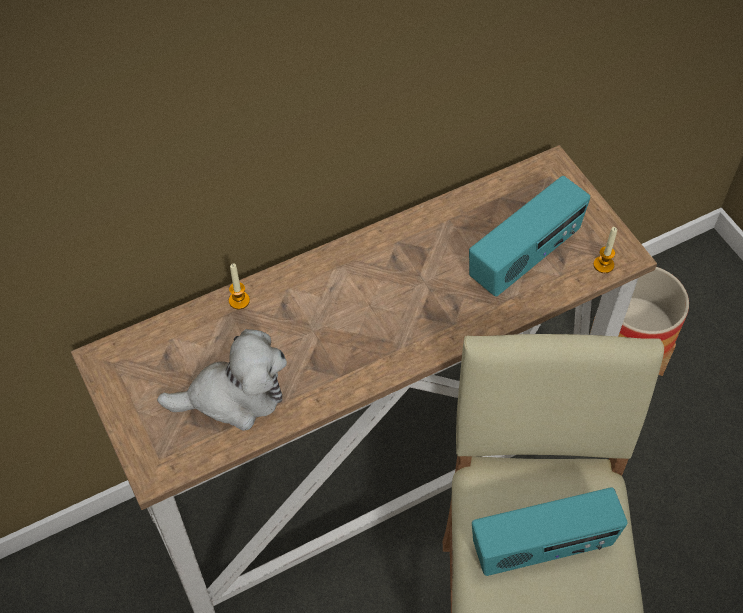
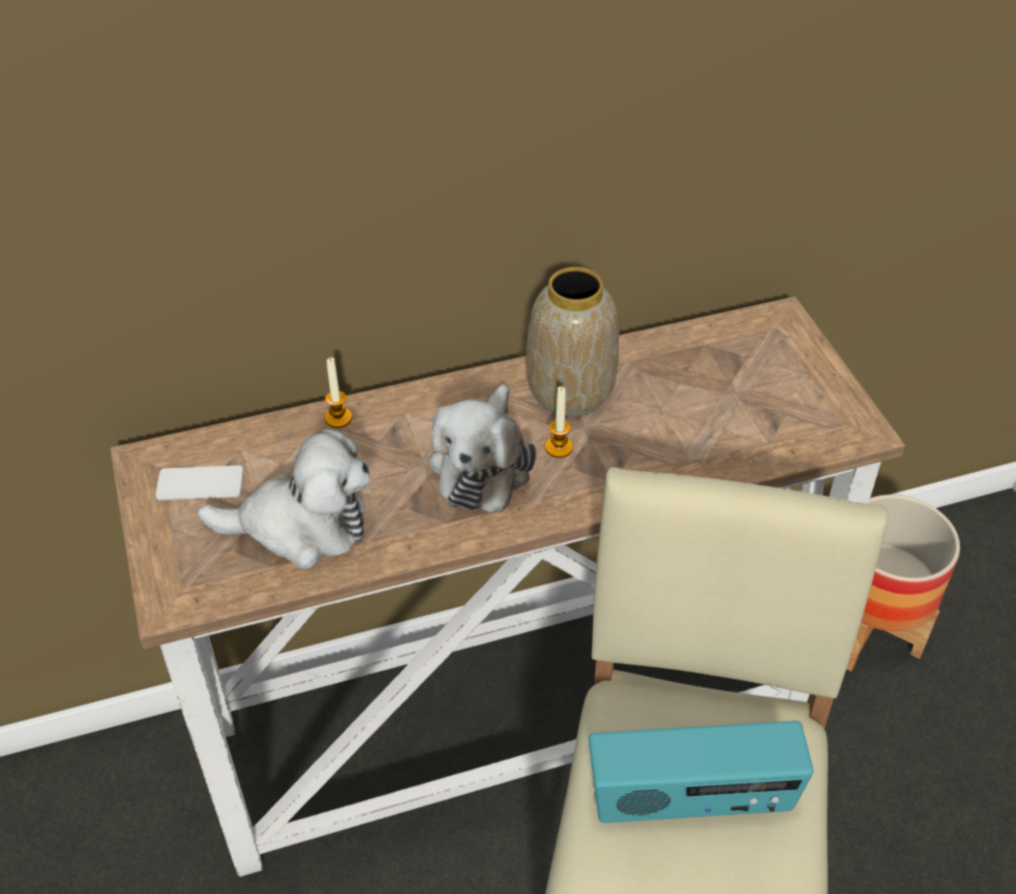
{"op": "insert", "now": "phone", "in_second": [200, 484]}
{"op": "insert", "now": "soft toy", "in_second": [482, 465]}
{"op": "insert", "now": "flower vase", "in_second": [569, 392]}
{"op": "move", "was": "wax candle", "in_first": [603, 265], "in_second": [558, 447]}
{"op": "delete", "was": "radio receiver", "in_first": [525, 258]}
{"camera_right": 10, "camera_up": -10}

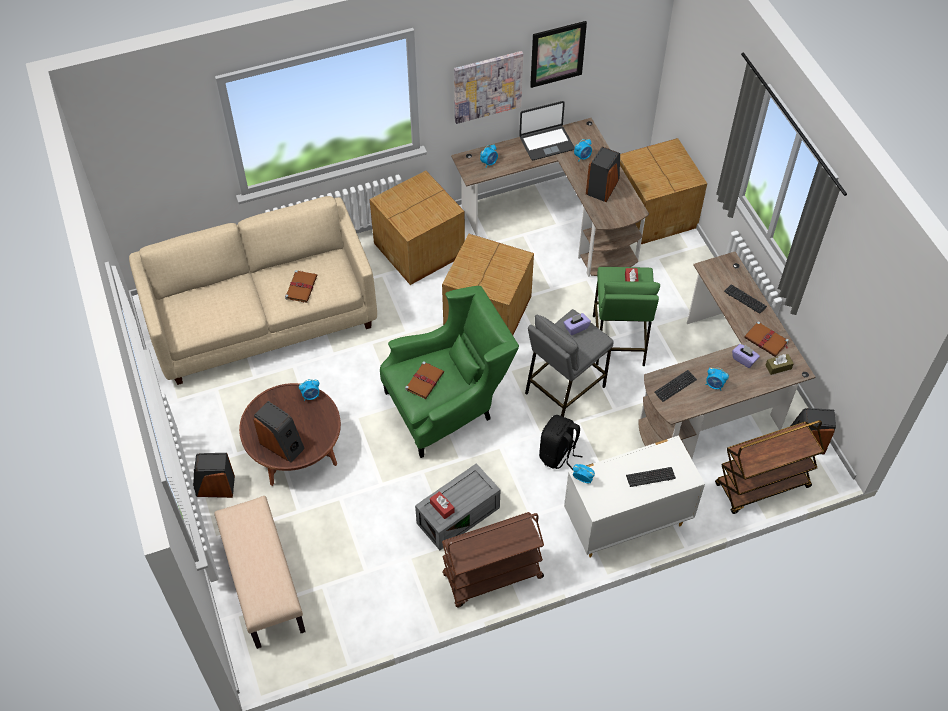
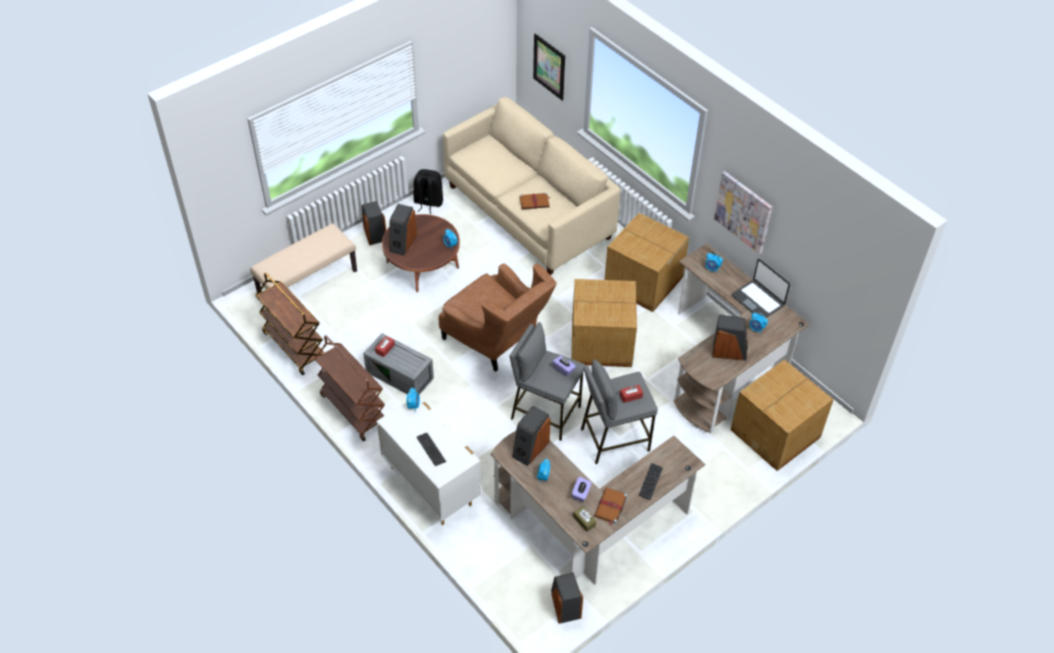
{"op": "move", "was": "brownish trolley", "in_first": [762, 486], "in_second": [294, 346]}
{"op": "move", "was": "black-coloured knapsack", "in_first": [558, 454], "in_second": [428, 203]}
{"op": "recolor", "was": "green armchair", "now": "brownish armchair", "in_first": [448, 405], "in_second": [497, 342]}
{"op": "replace", "was": "PC keyboard", "now": "audio speaker", "in_first": [675, 386], "in_second": [530, 448]}
{"op": "move", "was": "wall picture", "in_first": [557, 54], "in_second": [549, 66]}
{"op": "recolor", "was": "green stool seat", "now": "grey stool seat", "in_first": [618, 340], "in_second": [614, 439]}
{"op": "delete", "was": "brownish volume", "in_first": [425, 380]}
{"camera_right": 70, "camera_up": -5}

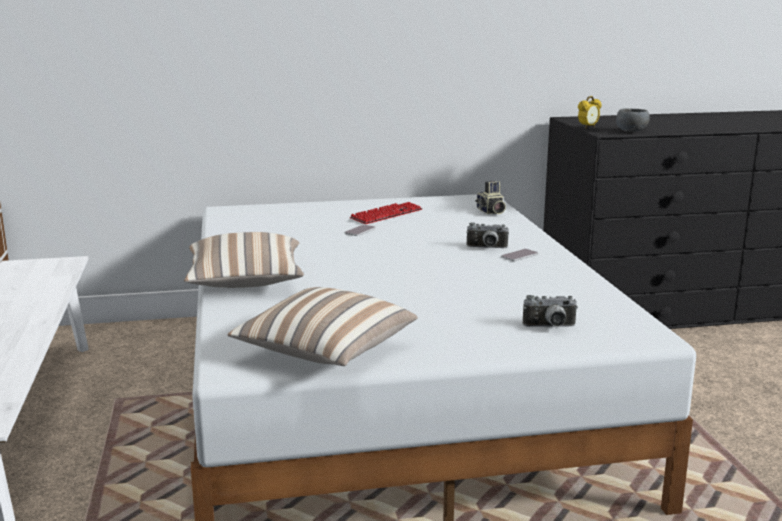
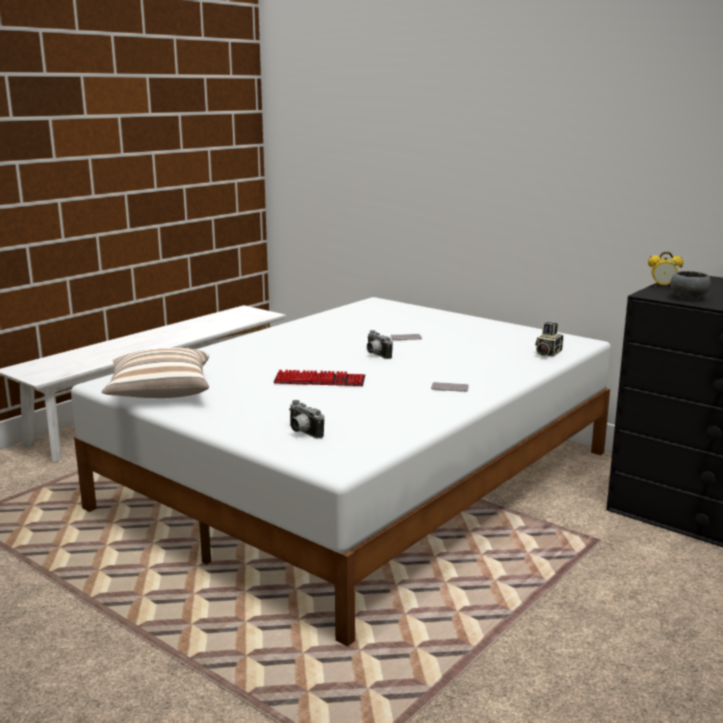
{"op": "move", "was": "PC keyboard", "in_first": [386, 215], "in_second": [319, 381]}
{"op": "move", "was": "photo camera", "in_first": [487, 248], "in_second": [375, 355]}
{"op": "delete", "was": "cushion", "in_first": [245, 283]}
{"camera_right": 50, "camera_up": 0}

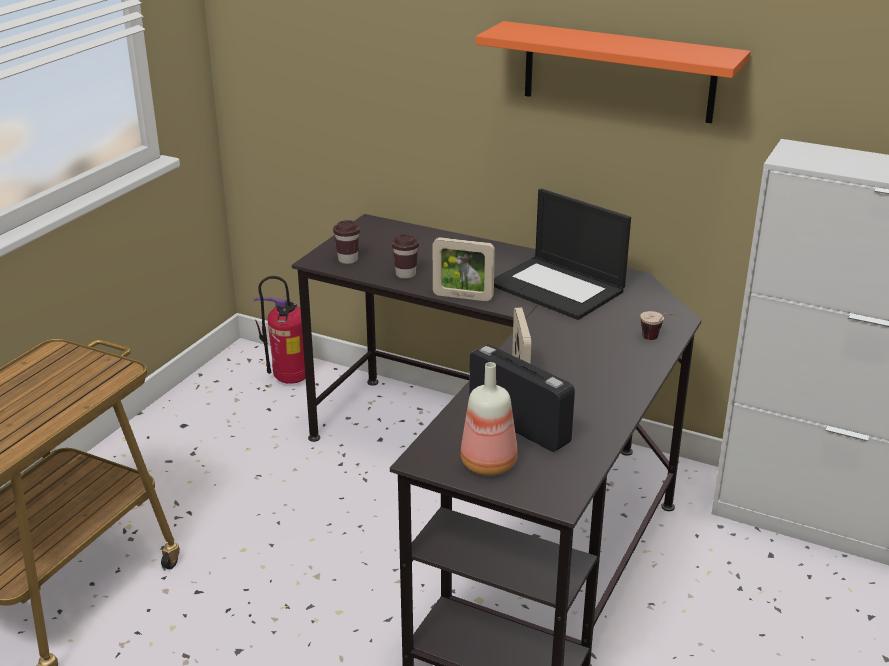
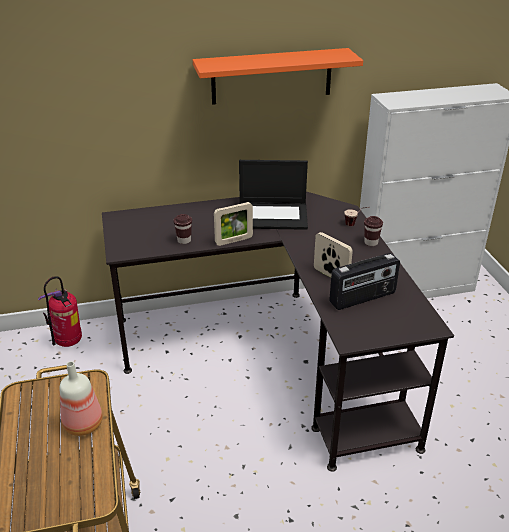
{"op": "move", "was": "bottle", "in_first": [489, 463], "in_second": [83, 423]}
{"op": "rotate", "was": "radio receiver", "in_first": [519, 425], "in_second": [363, 298], "clockwise": 150}
{"op": "move", "was": "brownish small cup", "in_first": [348, 260], "in_second": [371, 243]}
{"camera_right": -40, "camera_up": 5}

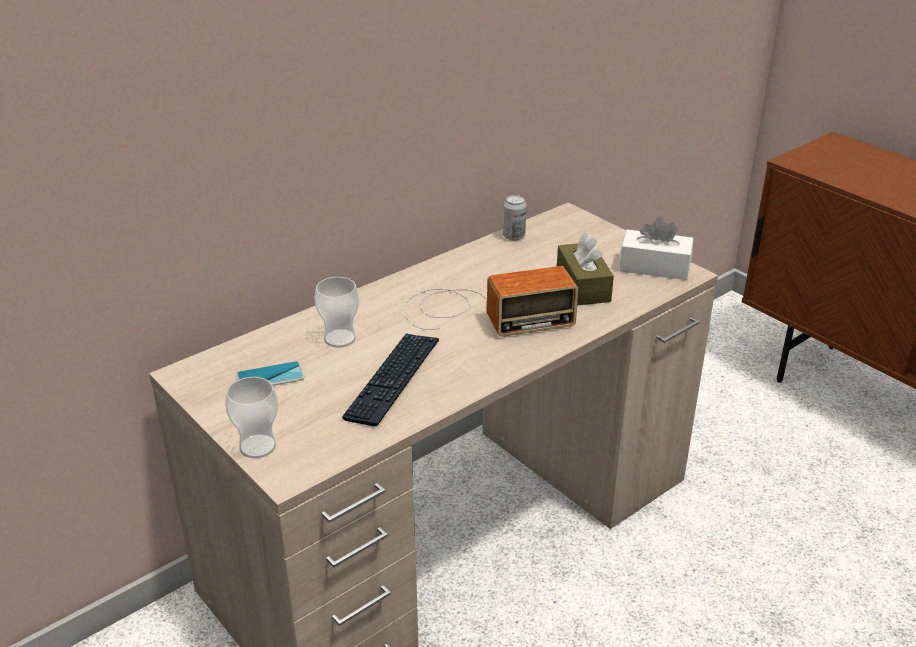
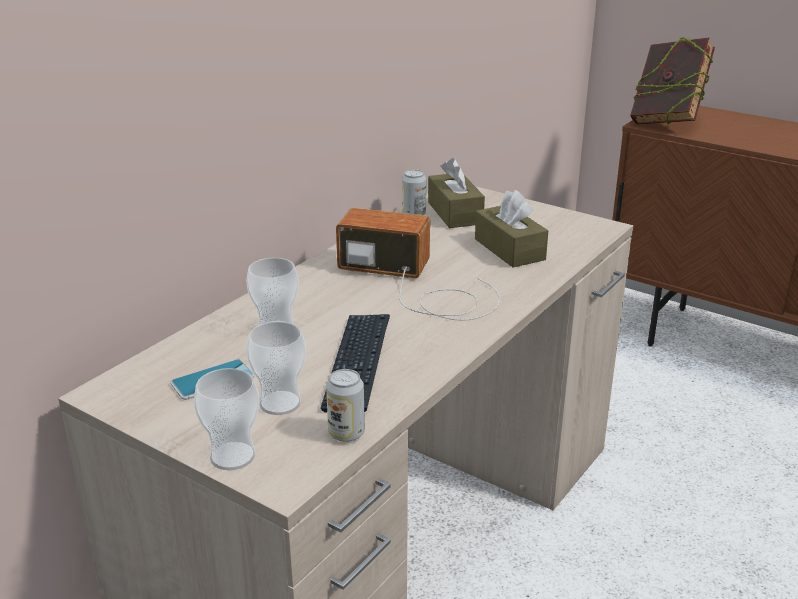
{"op": "insert", "now": "small cup", "in_second": [280, 403]}
{"op": "insert", "now": "sealed can", "in_second": [346, 433]}
{"op": "rotate", "was": "radio receiver", "in_first": [481, 312], "in_second": [419, 286], "clockwise": -135}
{"op": "insert", "now": "brownish tissue box", "in_second": [455, 213]}
{"op": "insert", "now": "volume", "in_second": [666, 122]}
{"op": "delete", "was": "white-coloured tissue box", "in_first": [654, 267]}
{"camera_right": -15, "camera_up": -5}

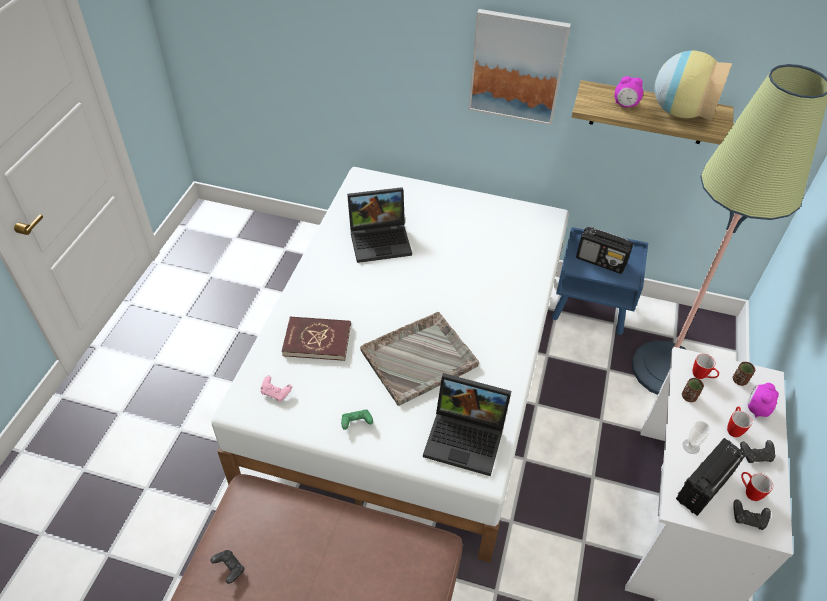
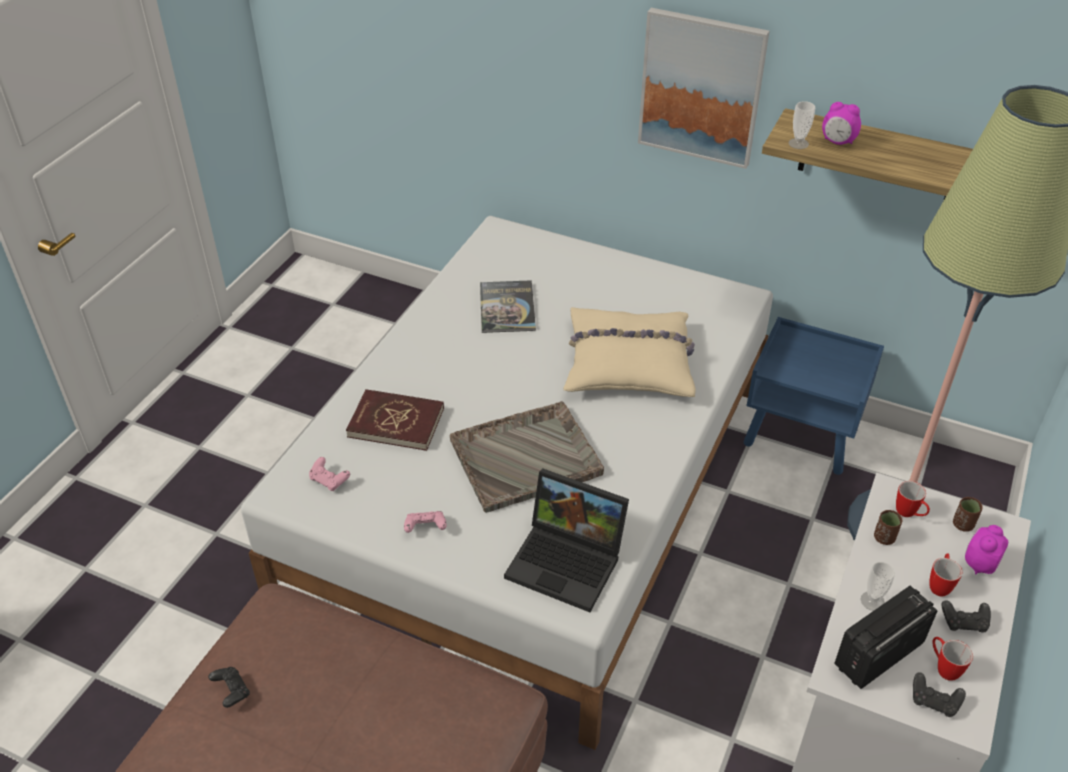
{"op": "recolor", "was": "green joypad", "now": "pinkish joypad", "in_first": [356, 423], "in_second": [425, 528]}
{"op": "replace", "was": "notebook computer", "now": "volume", "in_first": [381, 239], "in_second": [507, 307]}
{"op": "insert", "now": "sand-coloured cushion", "in_second": [629, 363]}
{"op": "insert", "now": "small cup", "in_second": [798, 143]}
{"op": "delete", "was": "radio receiver", "in_first": [601, 261]}
{"op": "delete", "was": "flower vase", "in_first": [680, 112]}
{"camera_right": 10, "camera_up": -5}

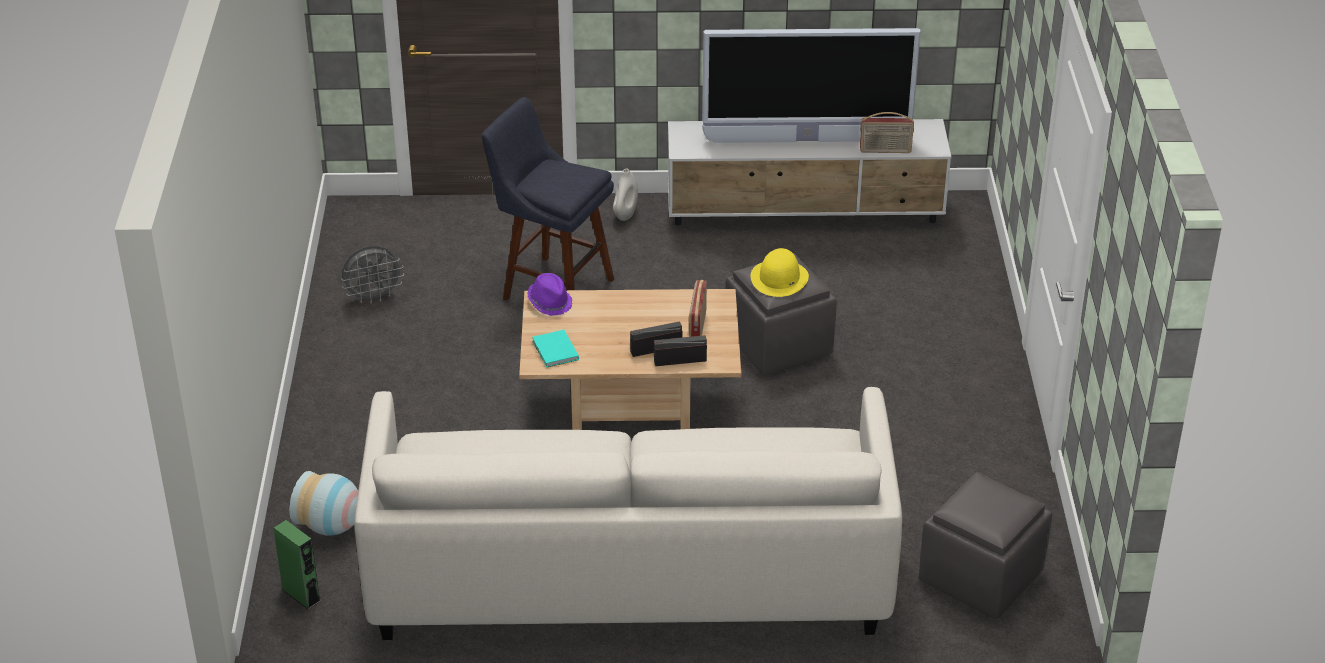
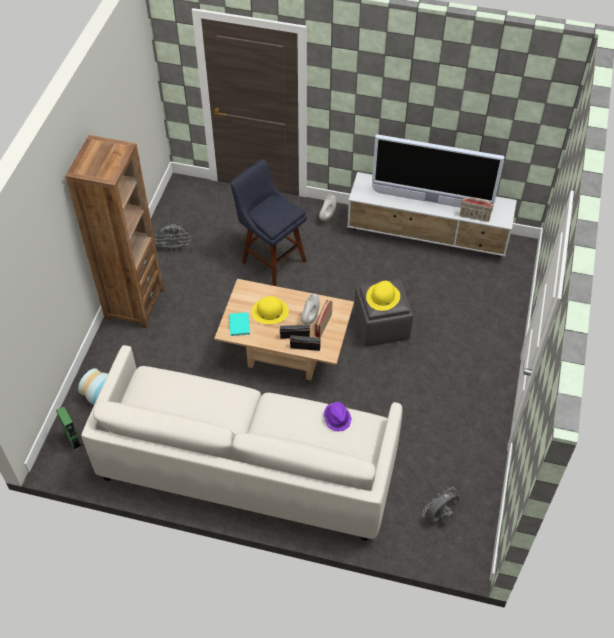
{"op": "insert", "now": "brownish bookcase", "in_second": [134, 303]}
{"op": "insert", "now": "yellow clothing hat", "in_second": [270, 311]}
{"op": "insert", "now": "white-coloured flower vase", "in_second": [310, 318]}
{"op": "move", "was": "purplish clothing hat", "in_first": [550, 302], "in_second": [337, 418]}
{"op": "replace", "was": "grey footrest", "now": "grey cooling fan", "in_first": [981, 577], "in_second": [440, 516]}
{"camera_right": 15, "camera_up": 15}

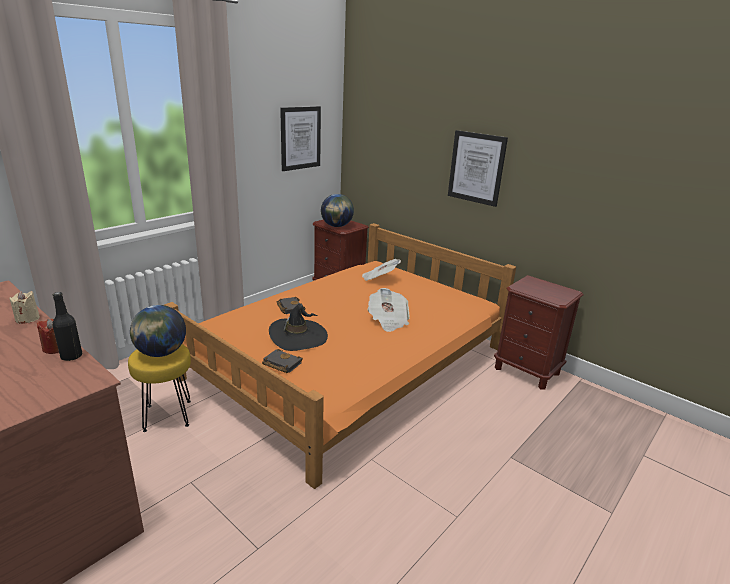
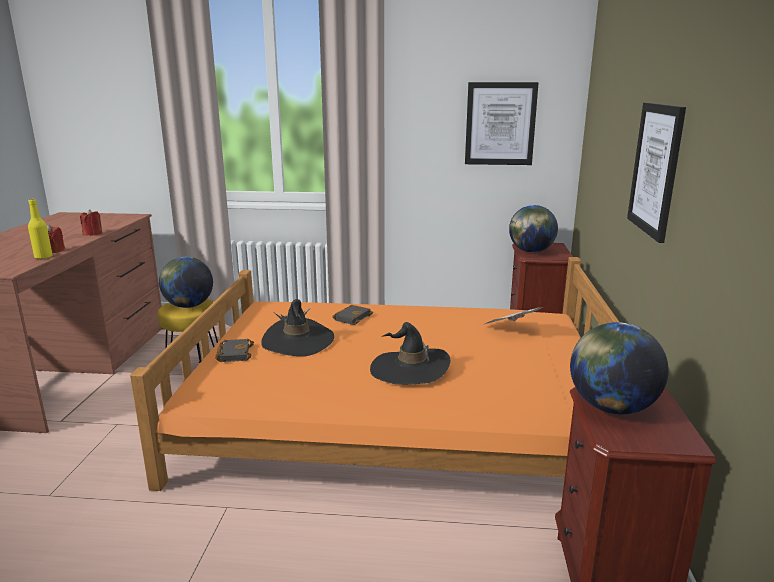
{"op": "recolor", "was": "black-coloured bottle", "now": "yellow bottle", "in_first": [71, 356], "in_second": [43, 257]}
{"op": "recolor", "was": "sand-coloured wax candle", "now": "red wax candle", "in_first": [27, 319], "in_second": [93, 234]}
{"op": "replace", "was": "printed paper", "now": "black-coloured clothing hat", "in_first": [388, 320], "in_second": [410, 369]}
{"op": "insert", "now": "world globe", "in_second": [611, 407]}
{"camera_right": 55, "camera_up": -5}

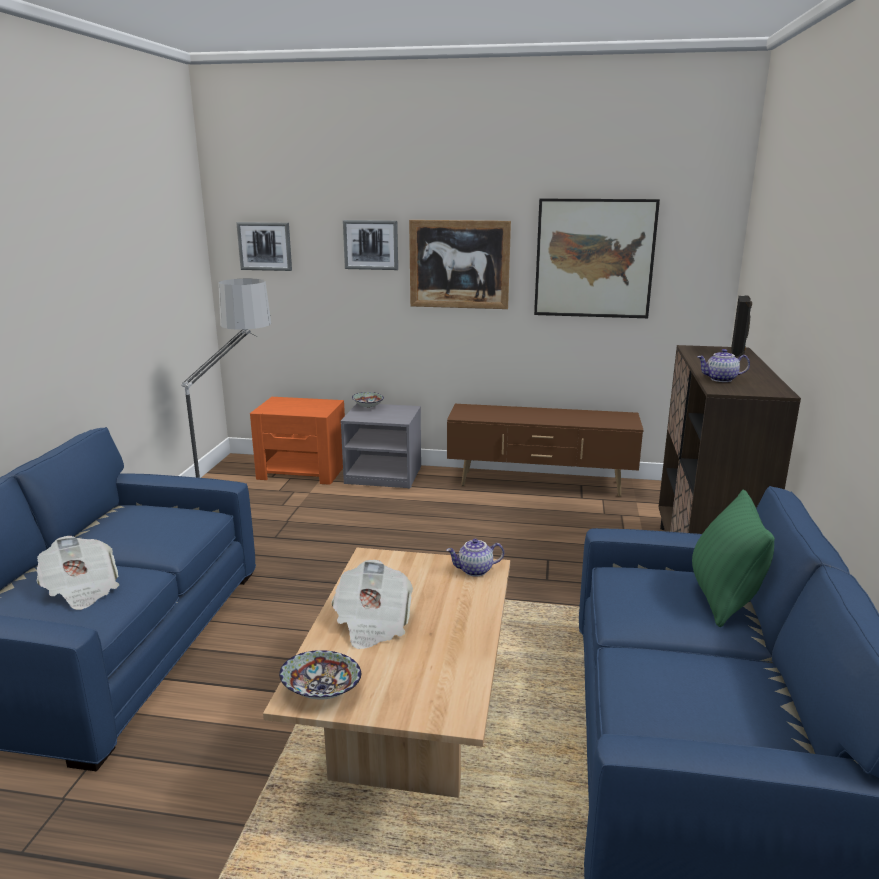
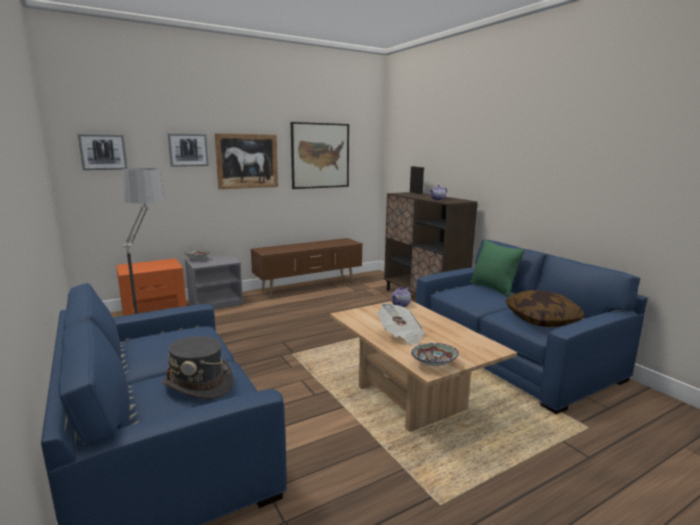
{"op": "replace", "was": "printed paper", "now": "grey clothing hat", "in_first": [81, 590], "in_second": [199, 384]}
{"op": "insert", "now": "cushion", "in_second": [542, 319]}
{"camera_right": -40, "camera_up": -5}

